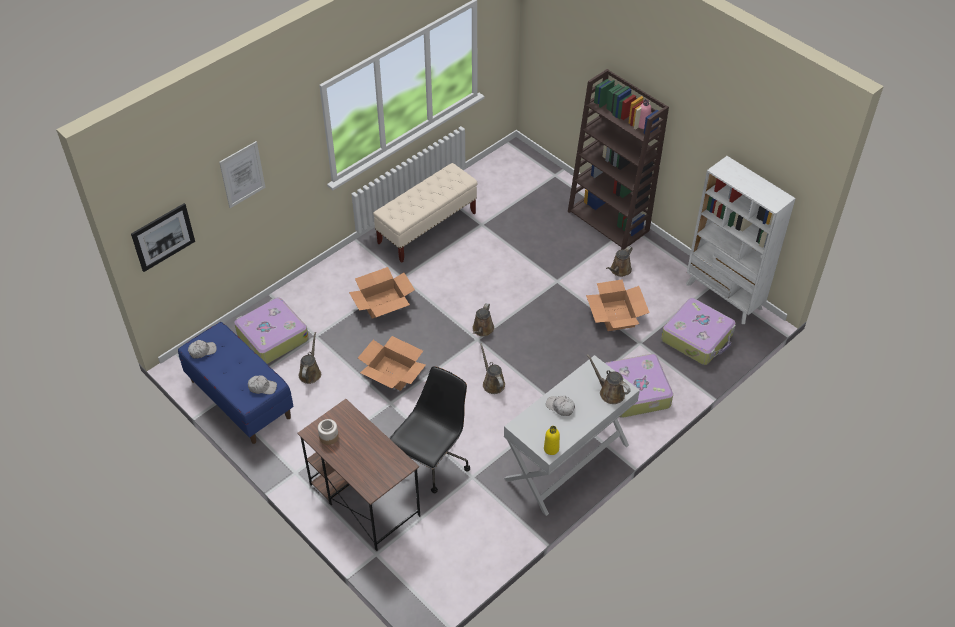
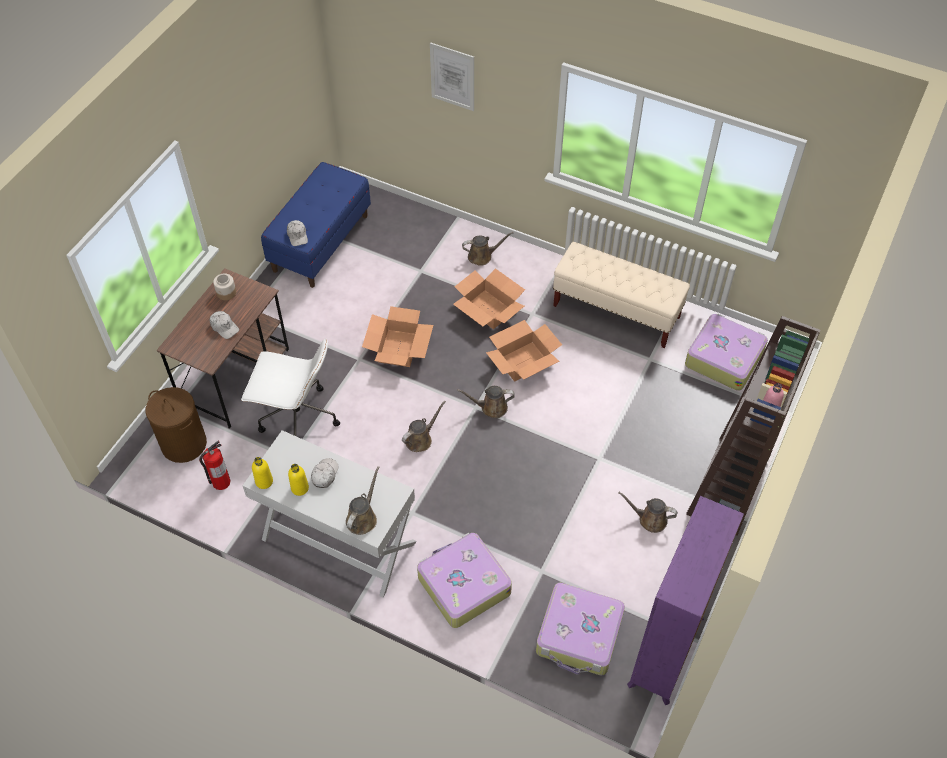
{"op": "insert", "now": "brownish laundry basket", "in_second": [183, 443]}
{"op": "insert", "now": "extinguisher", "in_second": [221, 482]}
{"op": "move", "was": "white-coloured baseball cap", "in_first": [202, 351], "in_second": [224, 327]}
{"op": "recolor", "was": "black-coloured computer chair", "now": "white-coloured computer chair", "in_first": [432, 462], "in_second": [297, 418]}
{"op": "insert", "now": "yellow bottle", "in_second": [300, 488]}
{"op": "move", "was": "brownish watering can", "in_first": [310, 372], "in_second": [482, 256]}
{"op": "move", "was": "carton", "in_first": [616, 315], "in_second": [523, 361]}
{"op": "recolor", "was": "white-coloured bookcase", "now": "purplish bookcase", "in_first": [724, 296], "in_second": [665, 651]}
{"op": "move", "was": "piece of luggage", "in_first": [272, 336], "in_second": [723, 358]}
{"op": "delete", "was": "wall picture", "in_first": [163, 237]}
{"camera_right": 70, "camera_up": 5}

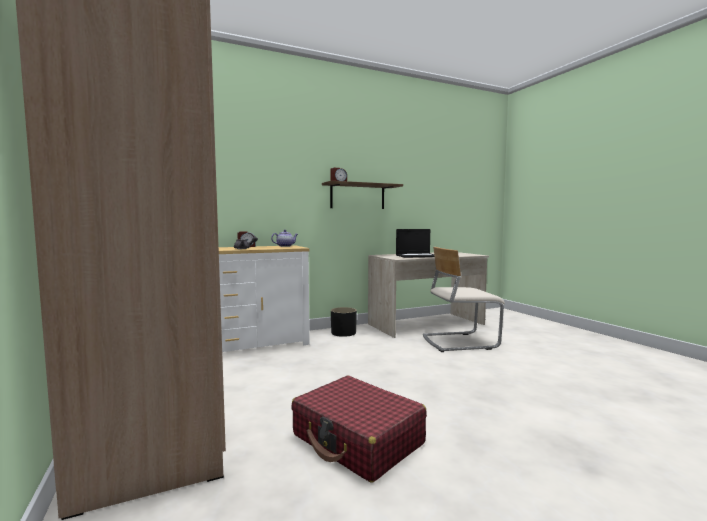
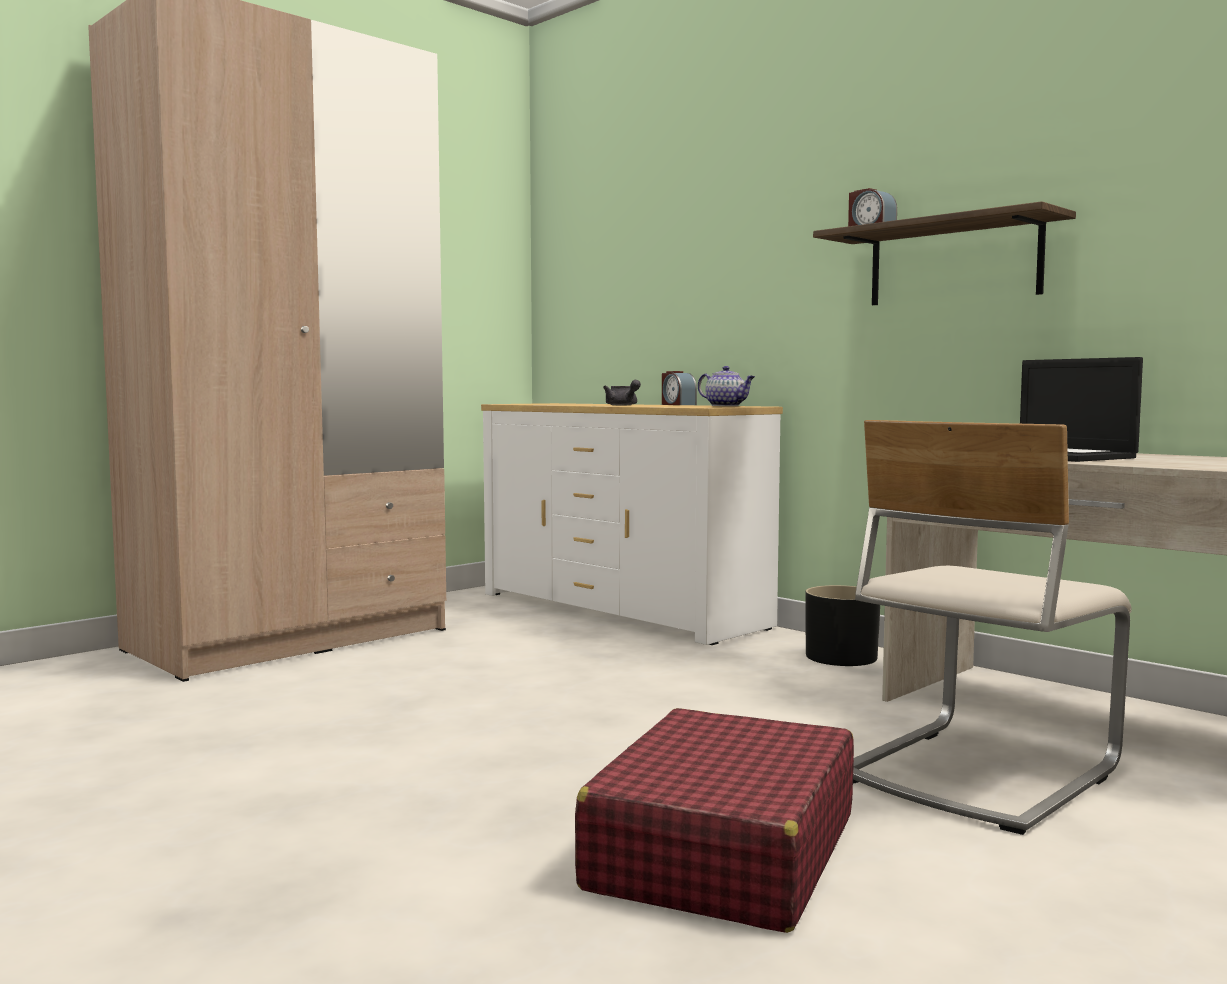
{"op": "move", "was": "red piece of luggage", "in_first": [358, 440], "in_second": [722, 852]}
{"op": "rotate", "was": "sand-coloured plain chair", "in_first": [459, 342], "in_second": [976, 773], "clockwise": -105}
{"camera_right": 70, "camera_up": 0}

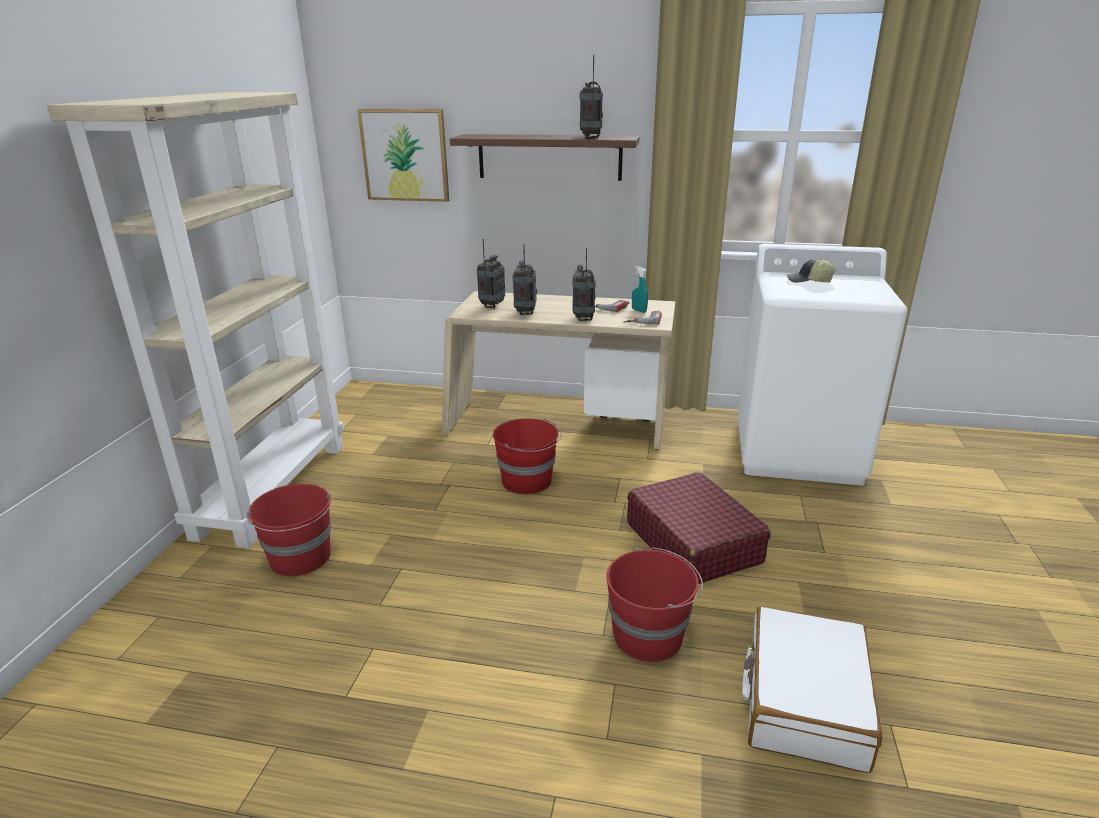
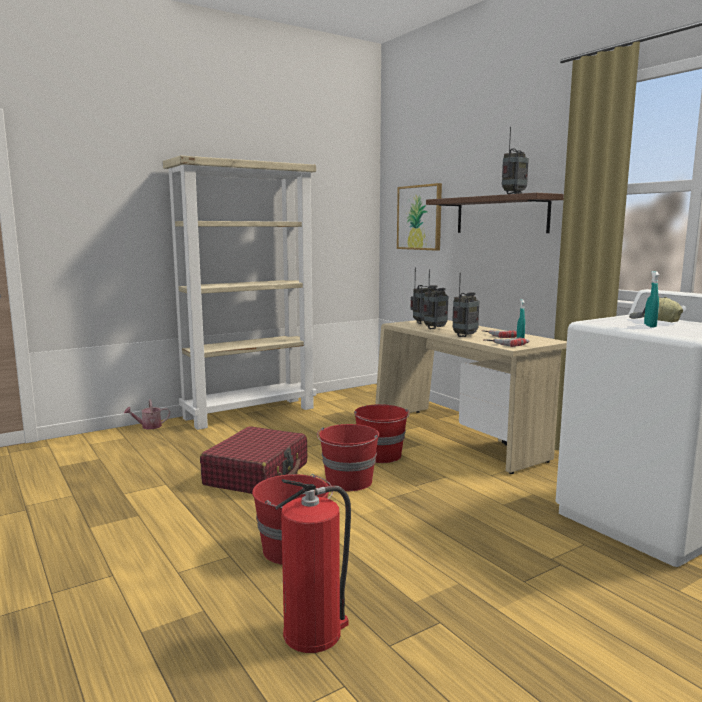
{"op": "insert", "now": "watering can", "in_second": [148, 426]}
{"op": "move", "was": "red piece of luggage", "in_first": [693, 542], "in_second": [257, 474]}
{"op": "replace", "was": "white-coloured piece of luggage", "now": "extinguisher", "in_first": [804, 701], "in_second": [314, 633]}
{"op": "move", "was": "red bucket", "in_first": [301, 558], "in_second": [349, 482]}
{"op": "insert", "now": "turquoise-coloured hand sprayer", "in_second": [650, 326]}
{"camera_right": 45, "camera_up": -15}

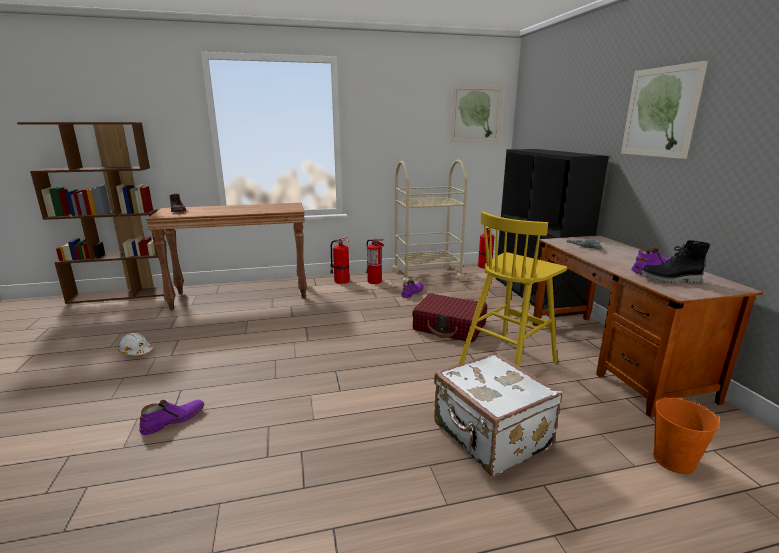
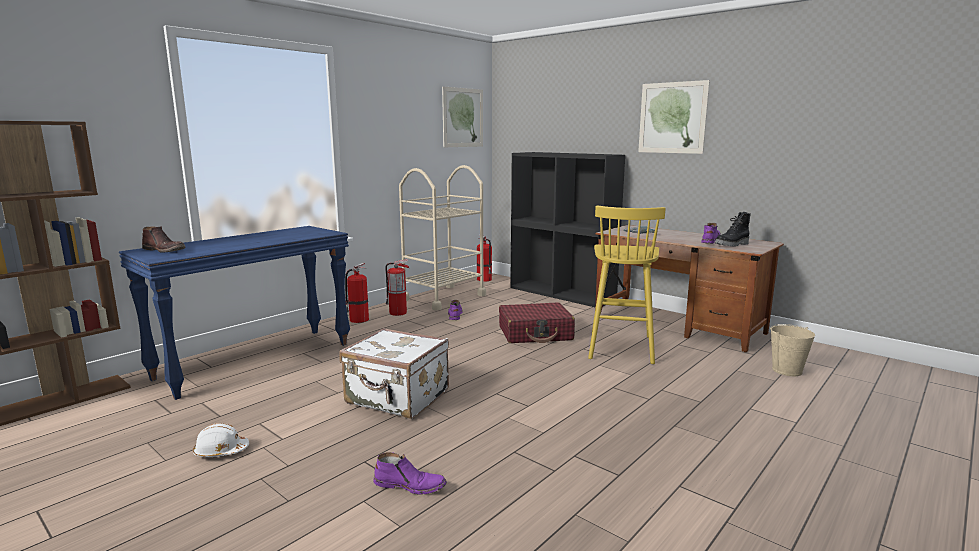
{"op": "recolor", "was": "brownish narrow table", "now": "bluish narrow table", "in_first": [242, 295], "in_second": [255, 360]}
{"op": "move", "was": "white-coloured piece of luggage", "in_first": [490, 437], "in_second": [397, 398]}
{"op": "rotate", "was": "purplish boot", "in_first": [173, 420], "in_second": [410, 485], "clockwise": 90}
{"op": "recolor", "was": "orange-coloured bucket", "now": "sand-coloured bucket", "in_first": [674, 460], "in_second": [787, 370]}
{"camera_right": -35, "camera_up": -5}

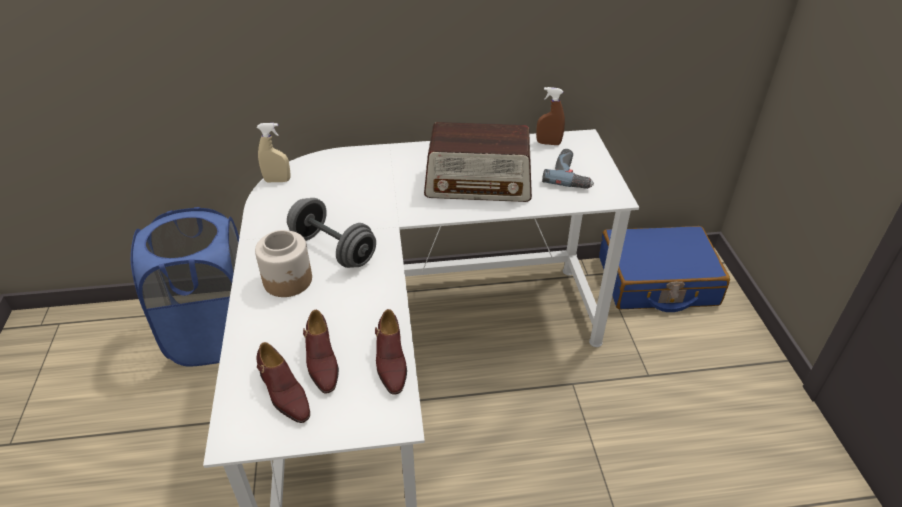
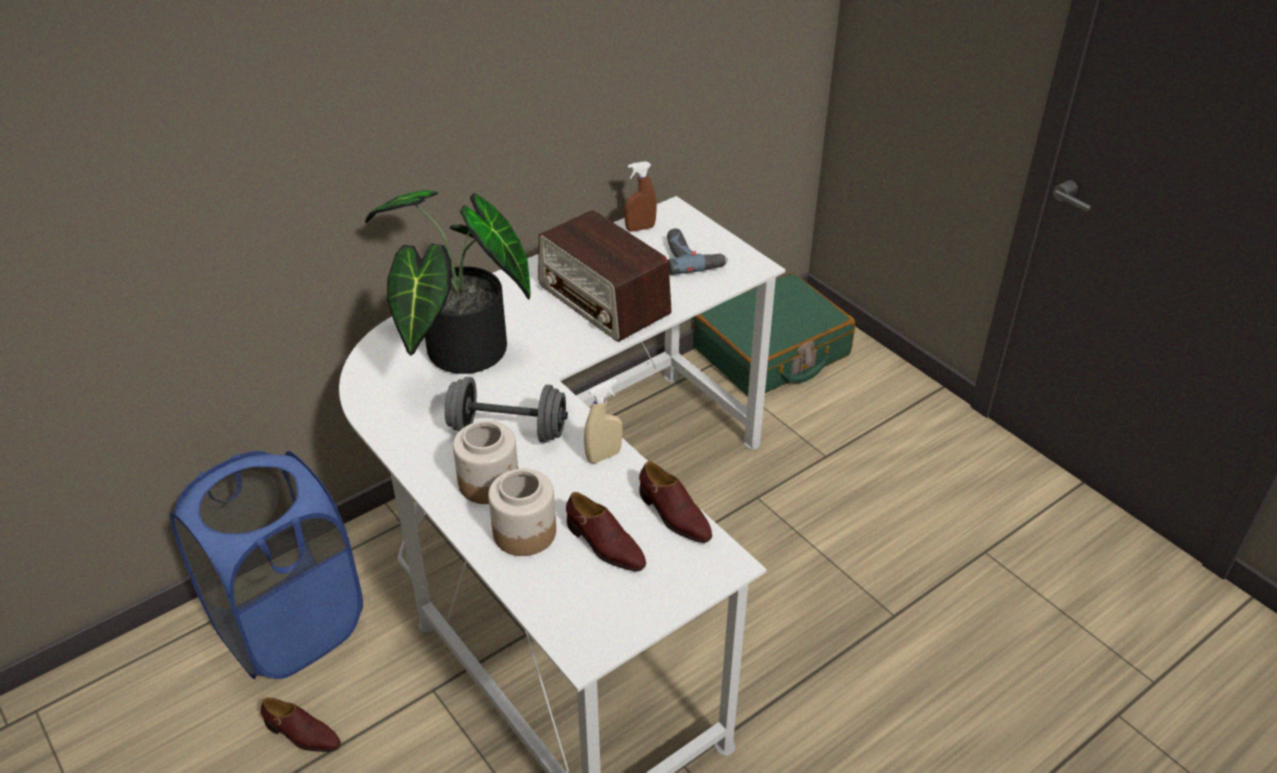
{"op": "move", "was": "brownish item of footwear", "in_first": [284, 393], "in_second": [302, 734]}
{"op": "insert", "now": "potted plant", "in_second": [458, 354]}
{"op": "insert", "now": "preserve jar", "in_second": [525, 532]}
{"op": "rotate", "was": "radio receiver", "in_first": [479, 184], "in_second": [604, 300], "clockwise": 75}
{"op": "move", "was": "sand-coloured hand sprayer", "in_first": [277, 180], "in_second": [604, 456]}
{"op": "recolor", "was": "bluish piece of luggage", "now": "green piece of luggage", "in_first": [657, 281], "in_second": [771, 353]}
{"camera_right": -30, "camera_up": 0}

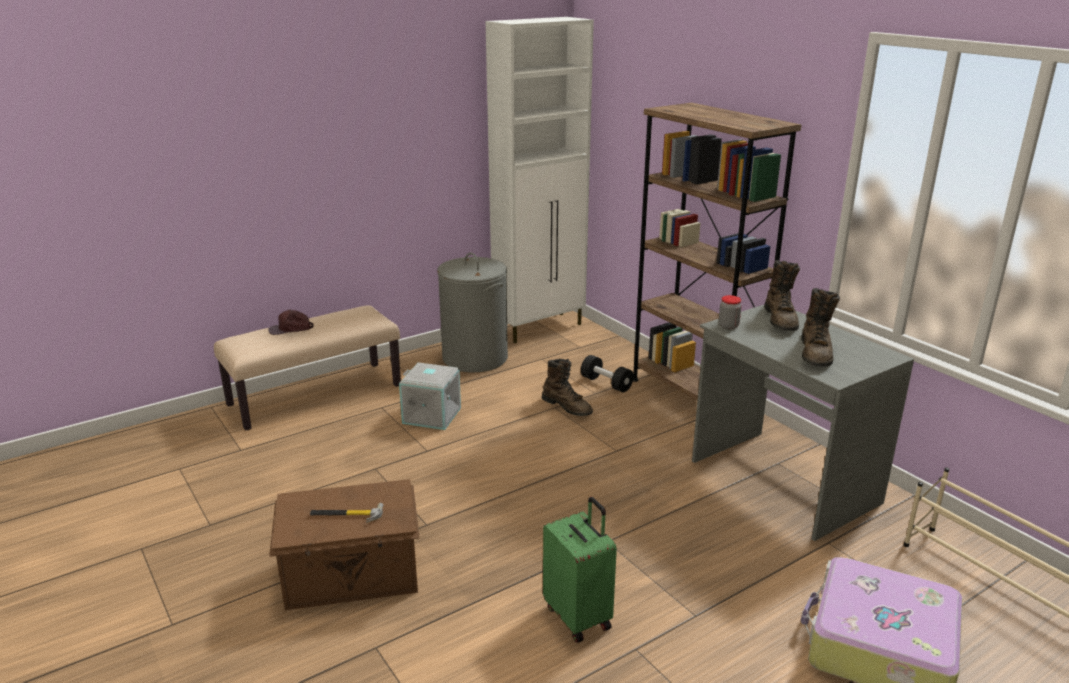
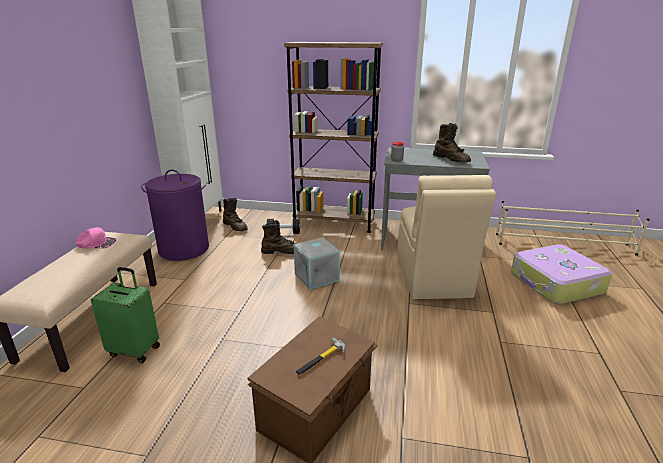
{"op": "insert", "now": "pinkish baseball cap", "in_second": [96, 243]}
{"op": "move", "was": "green piece of luggage", "in_first": [579, 616], "in_second": [135, 350]}
{"op": "recolor", "was": "grey laundry basket", "now": "purplish laundry basket", "in_first": [474, 358], "in_second": [183, 249]}
{"op": "move", "was": "brownish boot", "in_first": [781, 320], "in_second": [235, 227]}
{"op": "move", "was": "grey storage bin", "in_first": [432, 415], "in_second": [316, 277]}
{"op": "insert", "now": "sand-coloured plain chair", "in_second": [433, 279]}
{"op": "delete", "was": "brownish baseball cap", "in_first": [291, 329]}
{"camera_right": -45, "camera_up": 0}

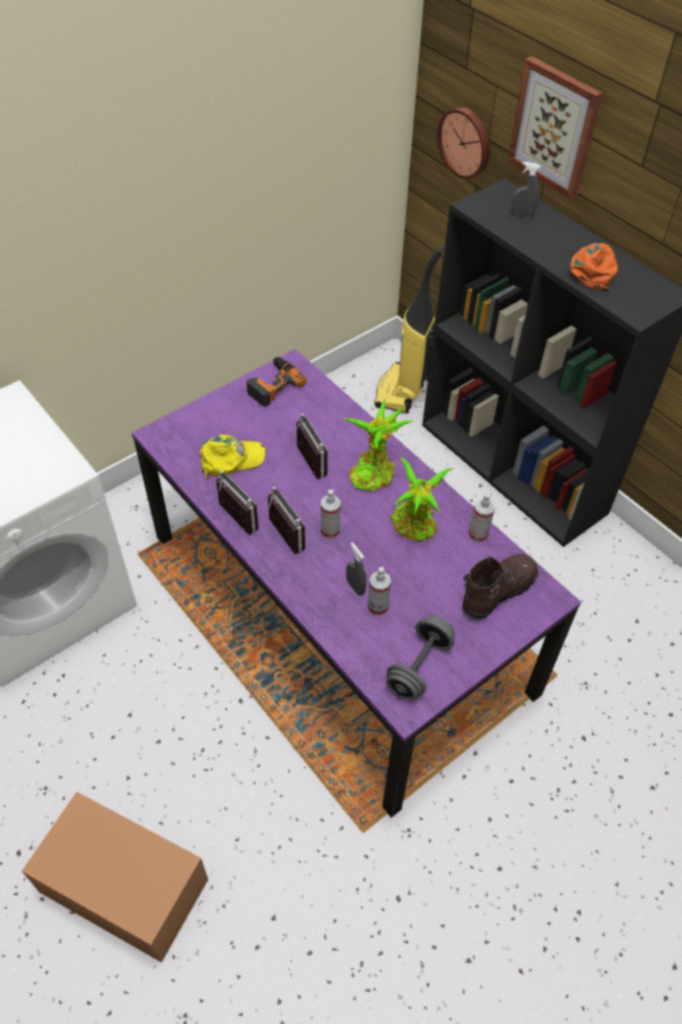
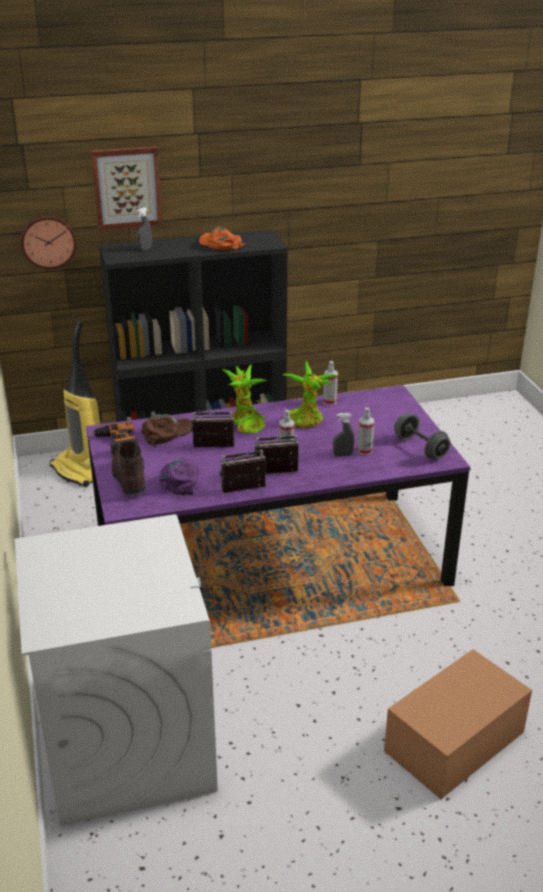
{"op": "move", "was": "brownish boot", "in_first": [497, 591], "in_second": [128, 479]}
{"op": "insert", "now": "brownish baseball cap", "in_second": [166, 433]}
{"op": "recolor", "was": "yellow baseball cap", "now": "purplish baseball cap", "in_first": [231, 459], "in_second": [180, 479]}
{"camera_right": -65, "camera_up": -20}

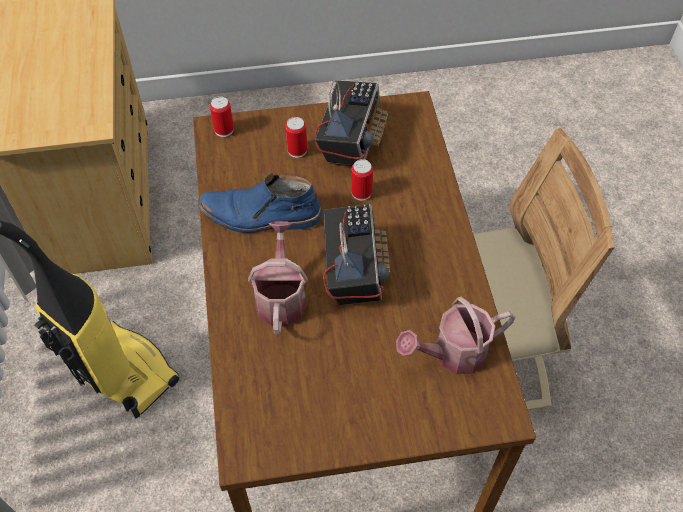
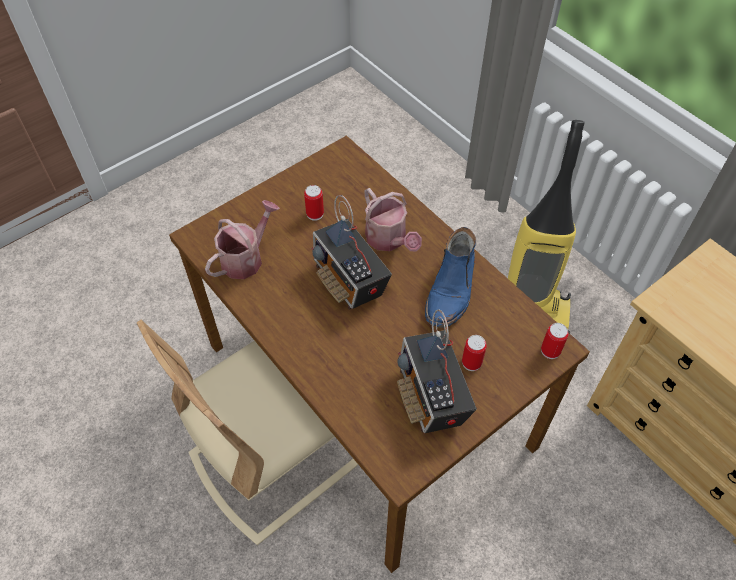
{"op": "move", "was": "sealed can", "in_first": [361, 193], "in_second": [315, 214]}
{"op": "rotate", "was": "bluish boot", "in_first": [260, 216], "in_second": [452, 289], "clockwise": 135}
{"camera_right": 150, "camera_up": 0}

